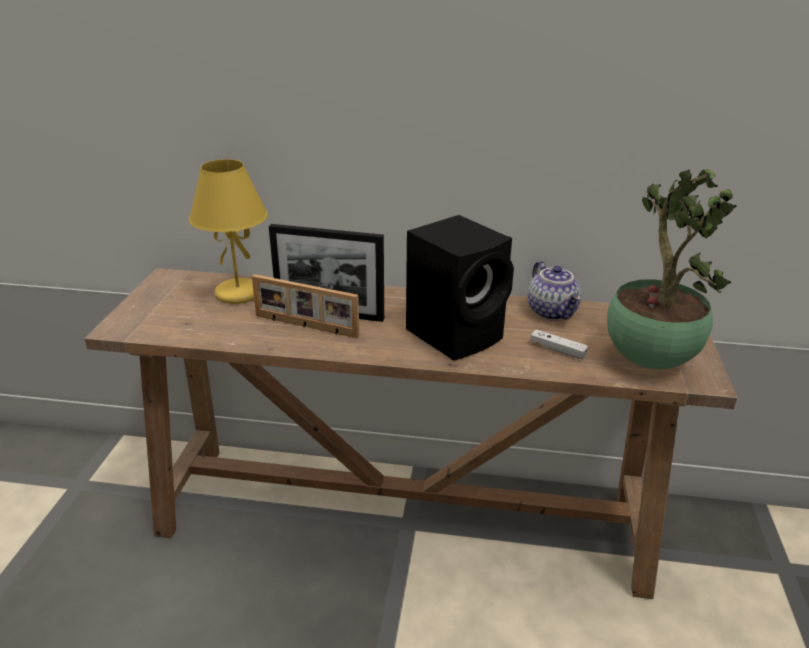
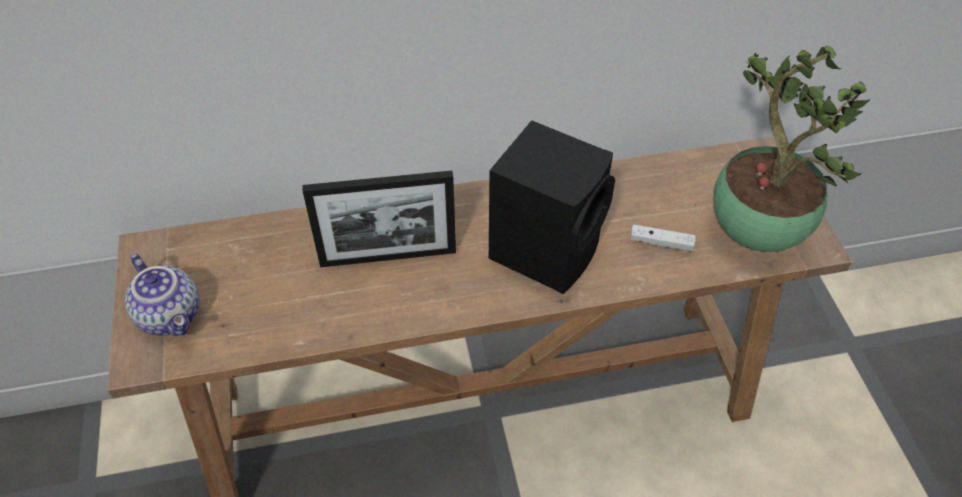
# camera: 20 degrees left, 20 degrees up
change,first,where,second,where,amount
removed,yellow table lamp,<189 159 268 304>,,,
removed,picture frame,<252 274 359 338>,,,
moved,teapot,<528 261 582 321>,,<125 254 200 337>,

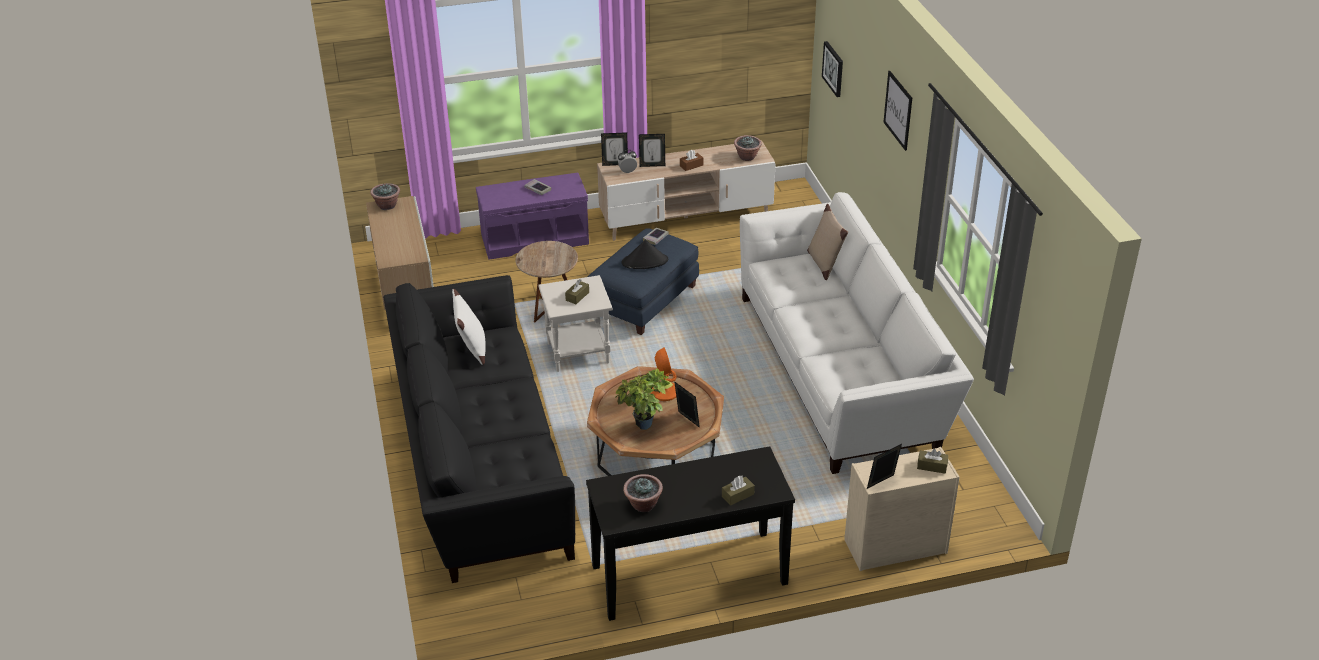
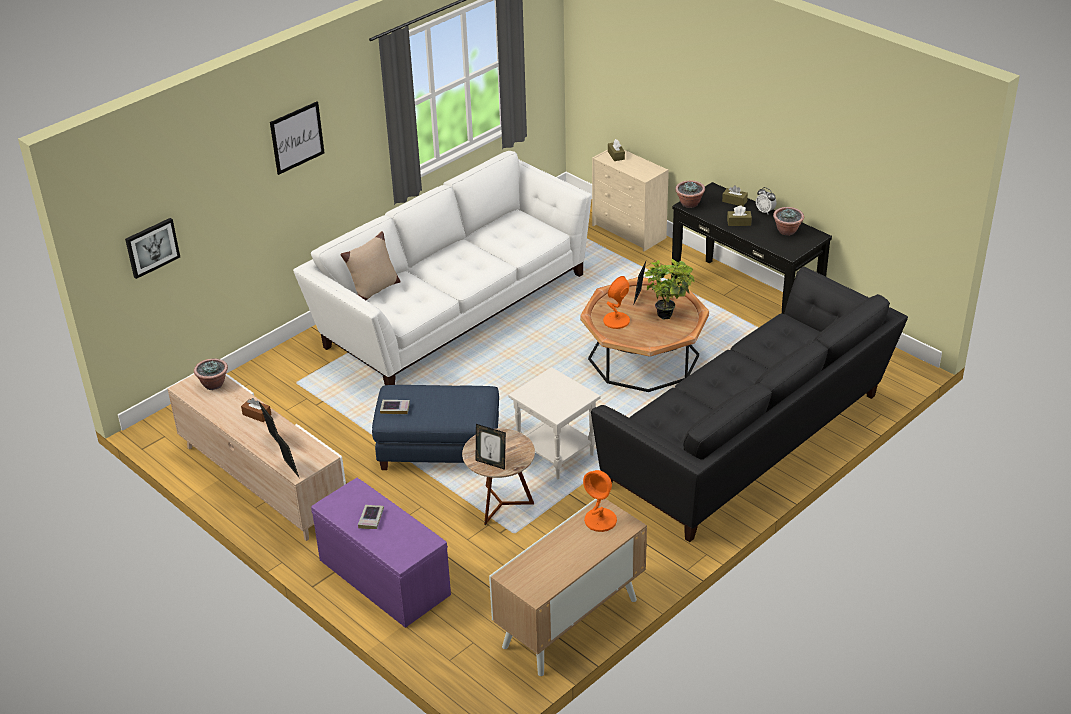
# camera: 120 degrees left, 0 degrees up
change,first,where,second,where,amount
moved,potted plant,<370 183 400 210>,,<675 181 705 208>,
removed,white pillow,<452 289 485 365>,,,
moved,brown tissue box,<565 279 589 304>,,<727 205 752 226>,
moved,alarm clock,<618 150 637 173>,,<756 187 776 214>,
removed,black hat,<622 240 668 269>,,,
moved,picture frame,<867 444 902 489>,,<476 424 506 470>,
added,,,orange table lamp,<583 470 617 532>,

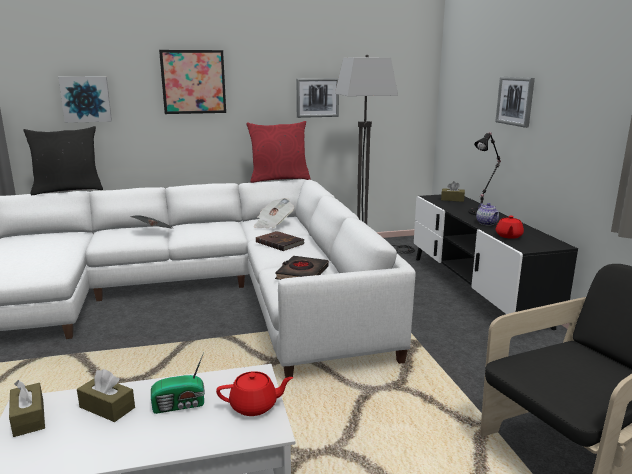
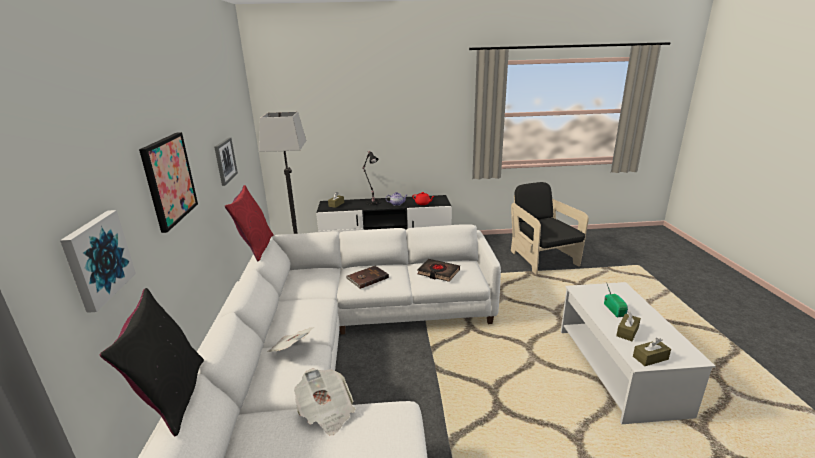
# camera: 80 degrees left, 5 degrees up
change,first,where,second,where,amount
removed,red teapot,<216 371 293 416>,,,
moved,newspaper,<254 198 294 228>,,<294 368 356 435>,
removed,picture,<495 77 535 128>,,,

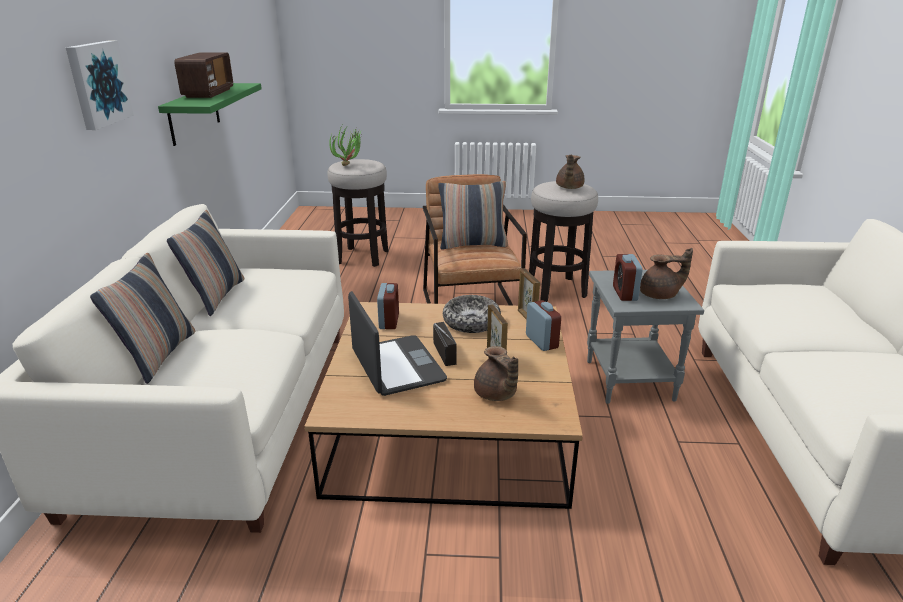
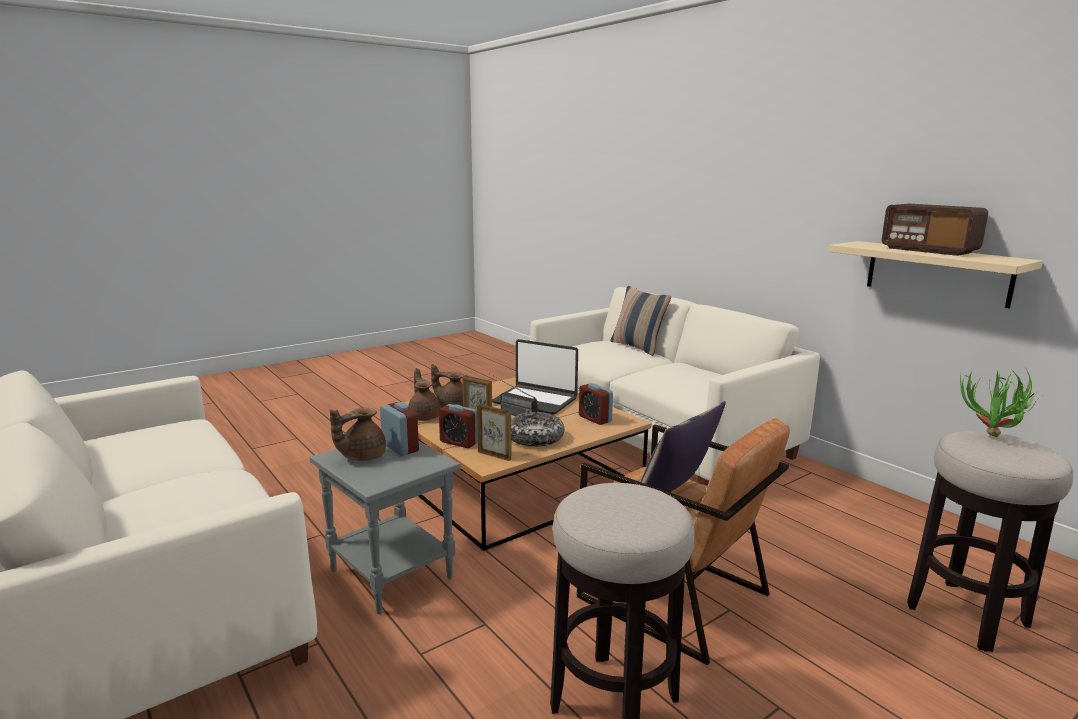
# camera: 140 degrees right, 10 degrees down
change,first,where,second,where,amount
removed,picture,<66 40 134 130>,,,
recoloured,green shelf,<158 83 262 146>,beige shelf,<828 241 1043 309>,
removed,pillow,<167 210 244 316>,,,
moved,brown teapot,<556 155 584 189>,,<408 368 441 421>,

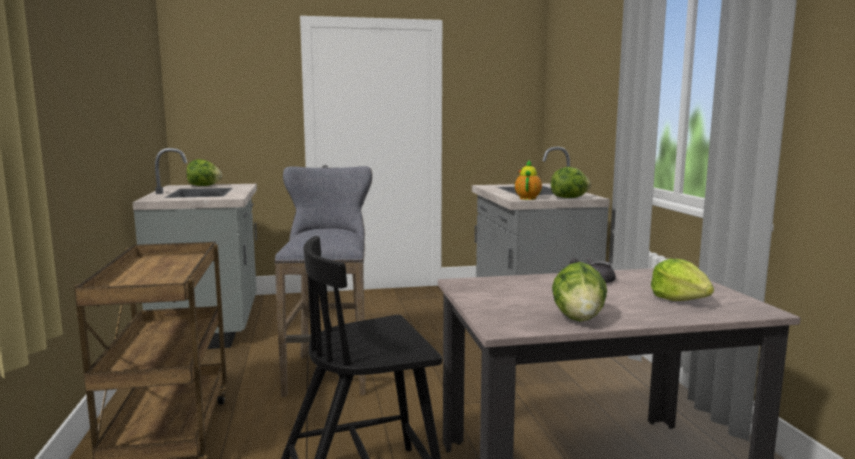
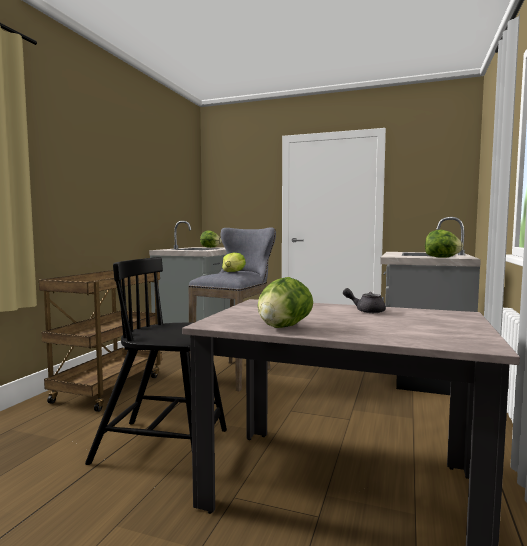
# camera: 30 degrees right, 5 degrees down
change,first,where,second,where,amount
removed,teapot,<515 160 542 200>,,,
moved,lettuce,<651 259 714 301>,,<222 253 246 272>,

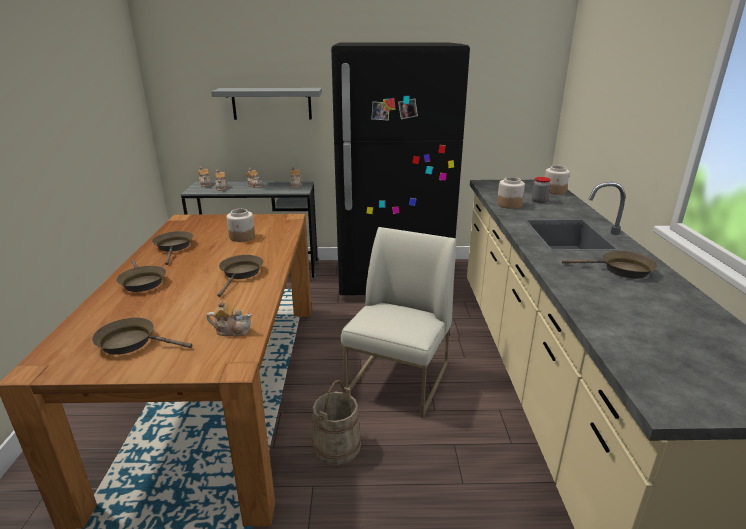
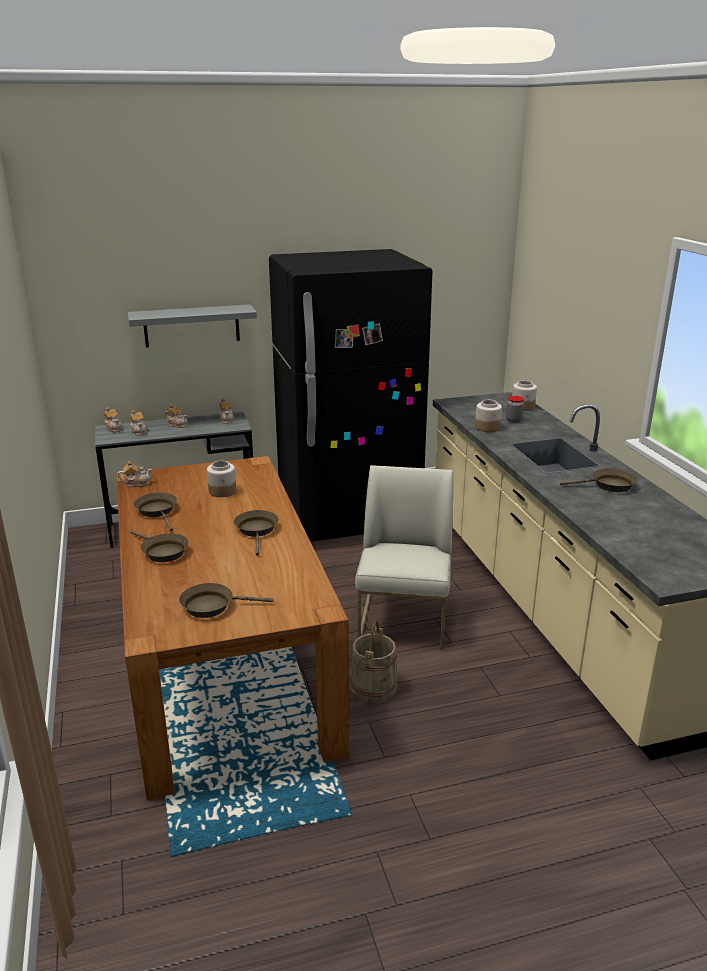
# camera: 15 degrees left, 0 degrees up
change,first,where,second,where,amount
moved,teapot,<207 301 252 336>,,<118 461 152 487>,

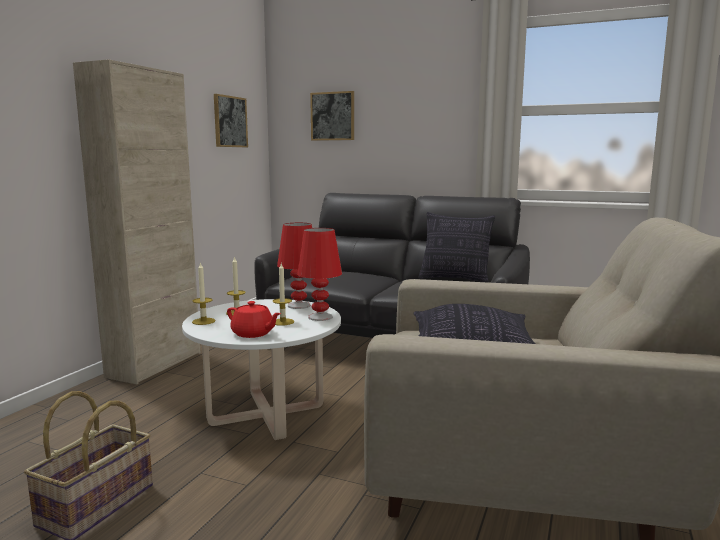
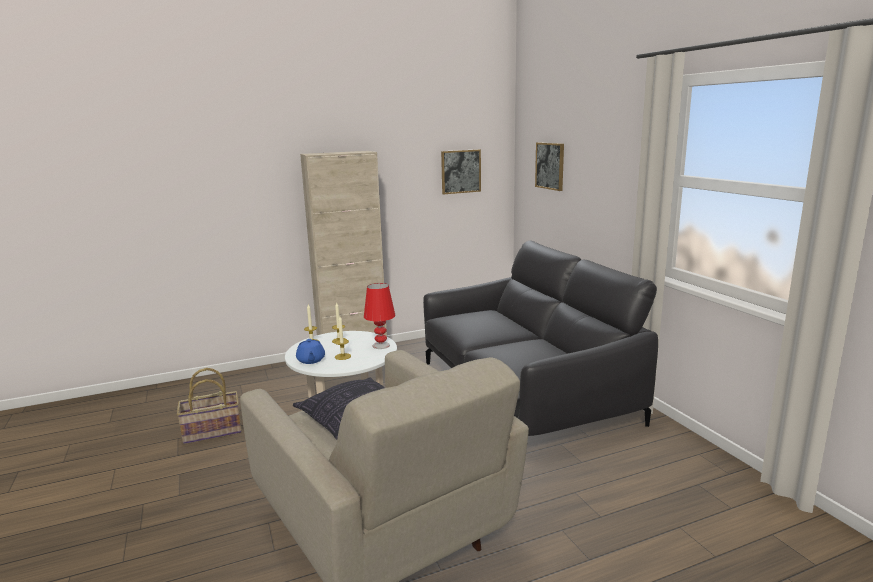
# camera: 45 degrees right, 5 degrees up
change,first,where,second,where,amount
recoloured,red teapot,<227 301 281 338>,blue teapot,<296 339 325 364>,
removed,red table lamp,<297 228 342 321>,,,
removed,pillow,<419 212 495 283>,,,

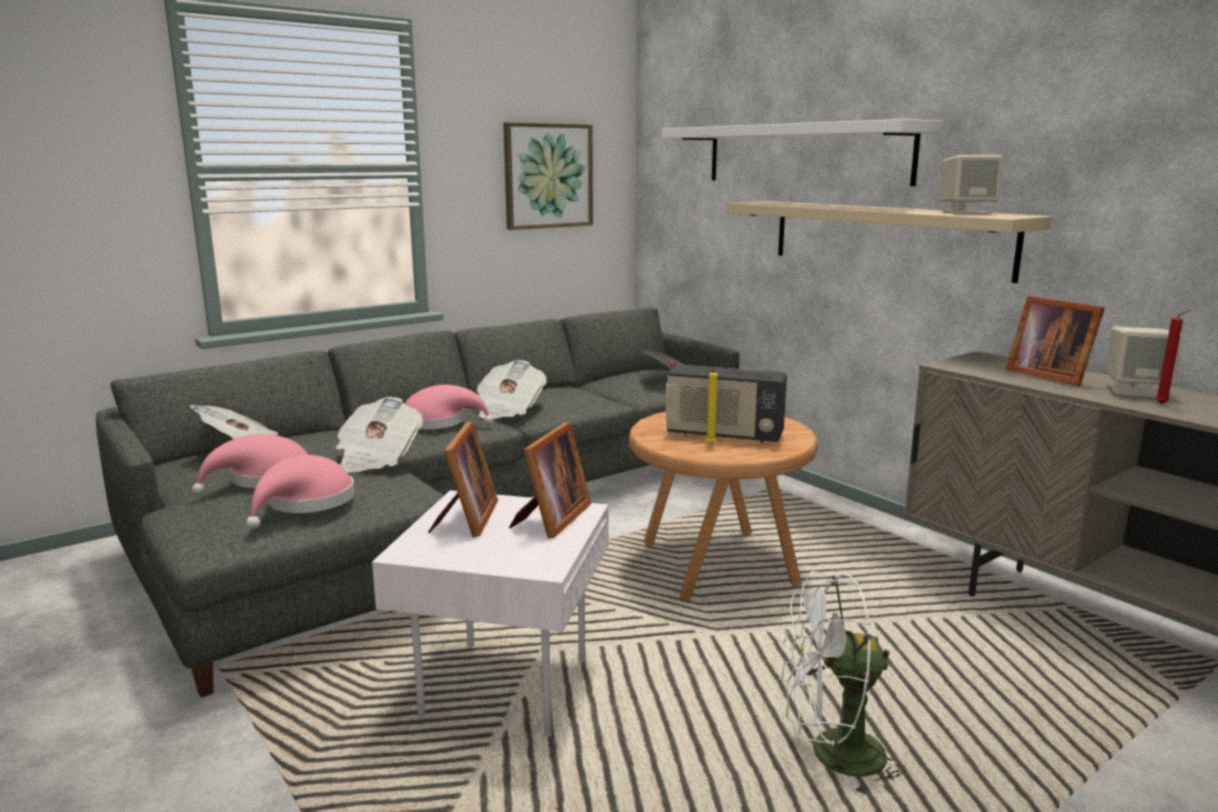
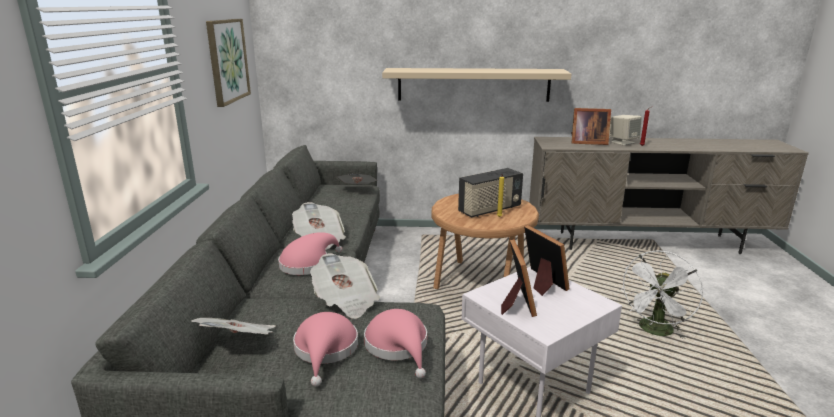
# camera: 50 degrees left, 5 degrees up
change,first,where,second,where,amount
turned,picture frame,<428 421 498 537>,,<501 239 537 317>,45 degrees clockwise
removed,white shelf,<662 119 943 186>,,,
removed,beige speaker,<940 155 1003 214>,,,

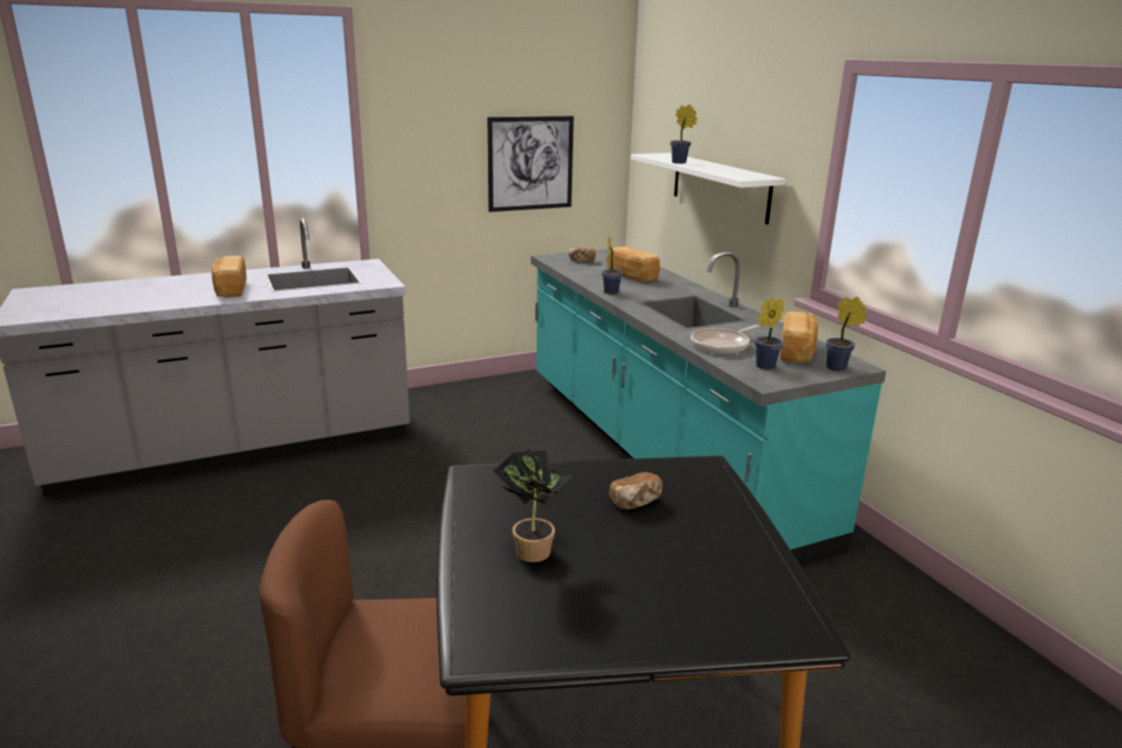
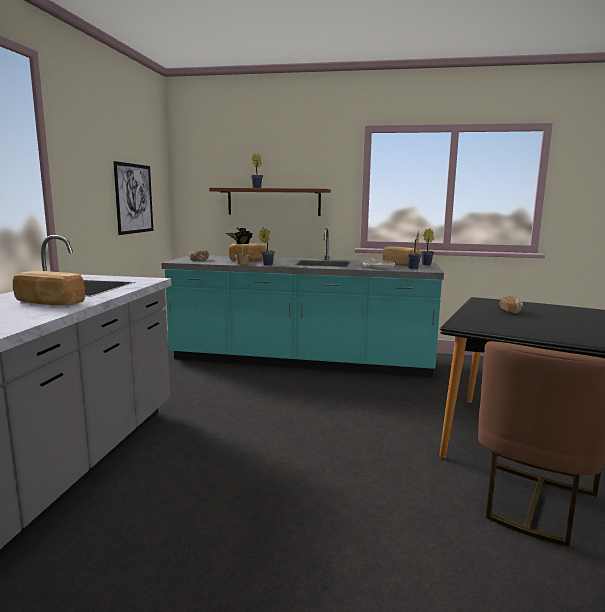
# camera: 55 degrees left, 10 degrees down
change,first,where,second,where,amount
moved,potted plant,<494 449 572 562>,,<226 227 253 265>,
recoloured,white shelf,<631 153 786 225>,brown shelf,<209 188 331 216>,

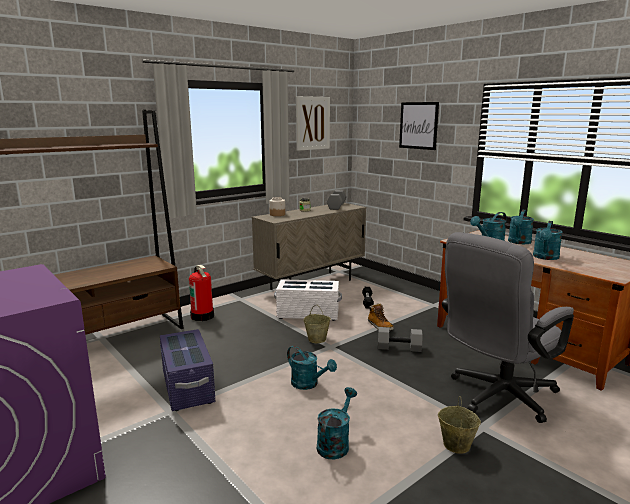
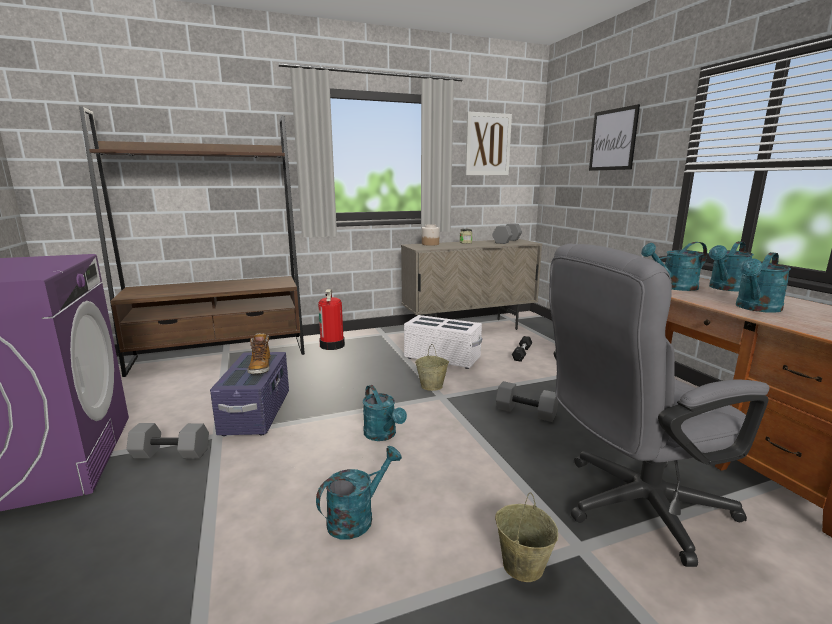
# camera: 20 degrees right, 0 degrees up
change,first,where,second,where,amount
moved,boot,<368 303 394 331>,,<248 333 271 374>,
added,,,grey dumbbell,<126 423 209 459>,

